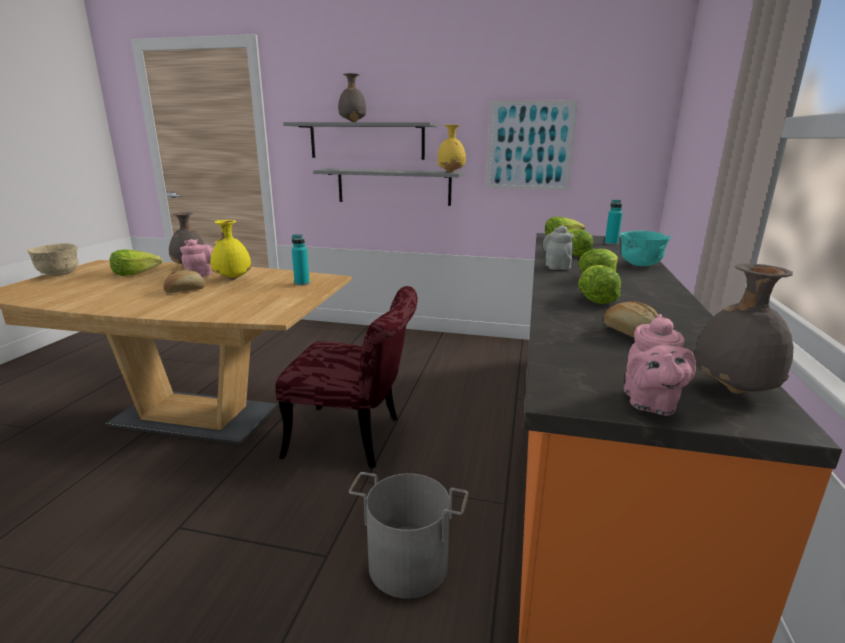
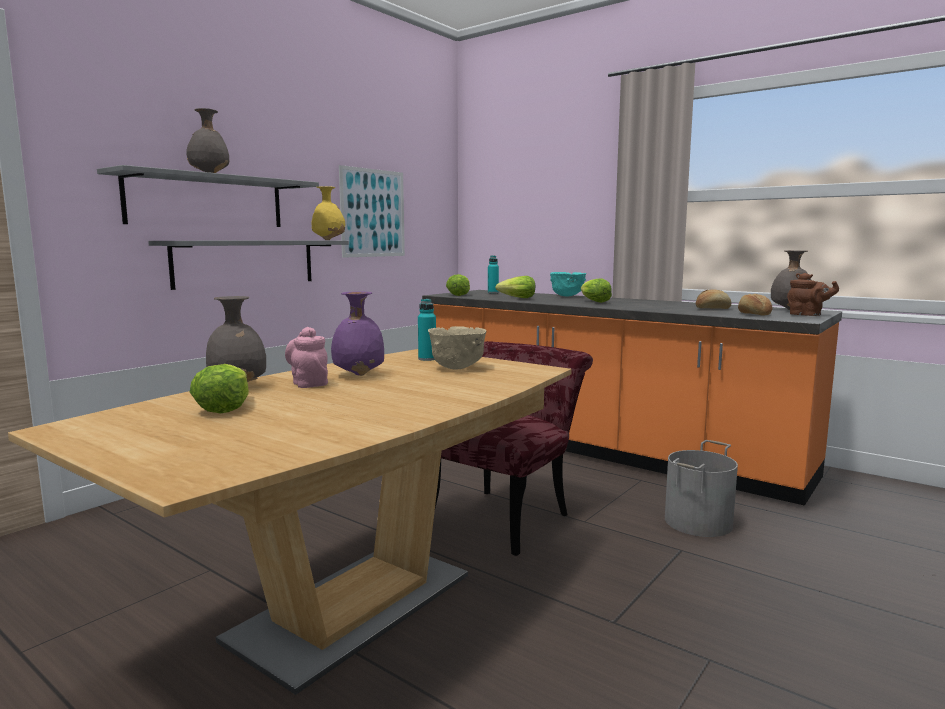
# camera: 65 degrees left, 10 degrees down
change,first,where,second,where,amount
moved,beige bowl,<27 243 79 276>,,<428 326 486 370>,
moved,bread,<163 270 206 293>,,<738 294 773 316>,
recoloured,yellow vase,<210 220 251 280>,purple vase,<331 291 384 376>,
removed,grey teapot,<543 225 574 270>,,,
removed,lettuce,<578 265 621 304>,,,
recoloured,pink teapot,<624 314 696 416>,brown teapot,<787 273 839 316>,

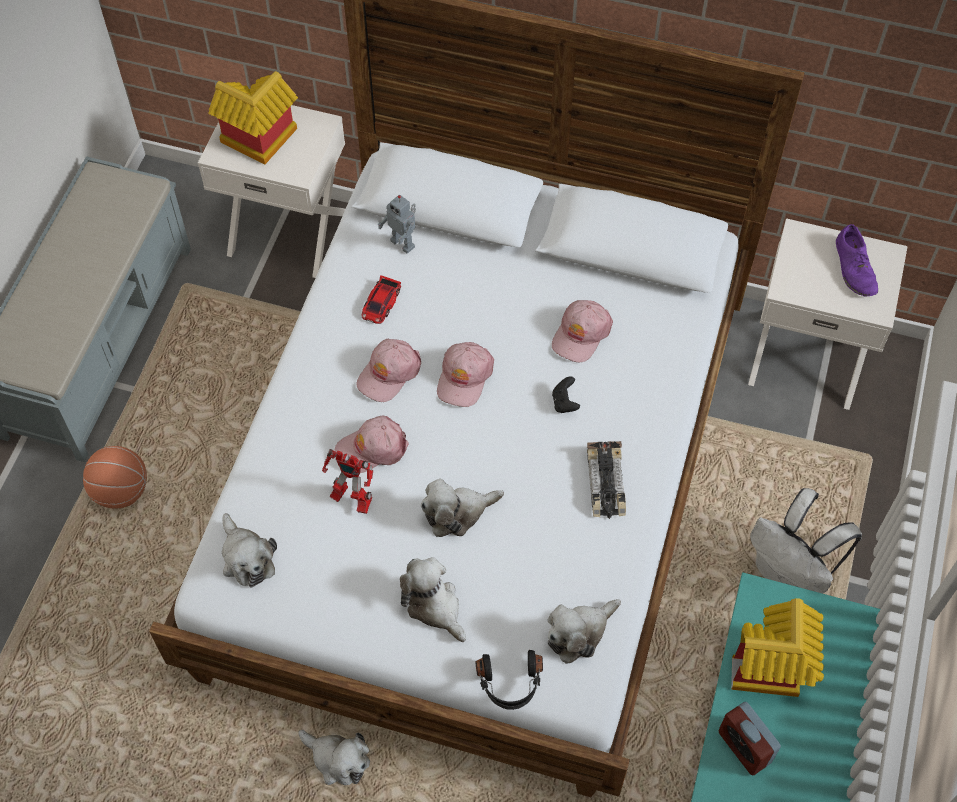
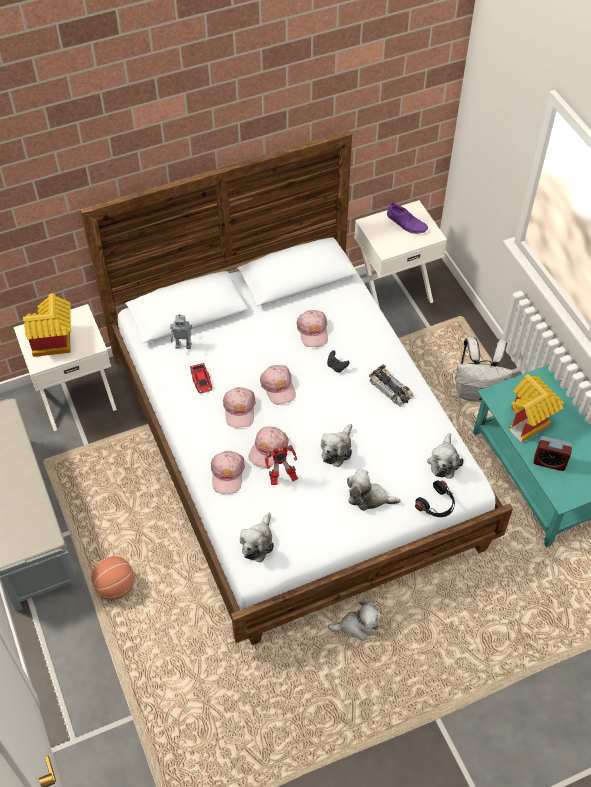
# camera: 40 degrees left, 5 degrees down
change,first,where,second,where,amount
turned,plush toy,<222 513 277 588>,,<240 513 274 562>,90 degrees clockwise
added,,,pink cap,<211 451 245 494>,

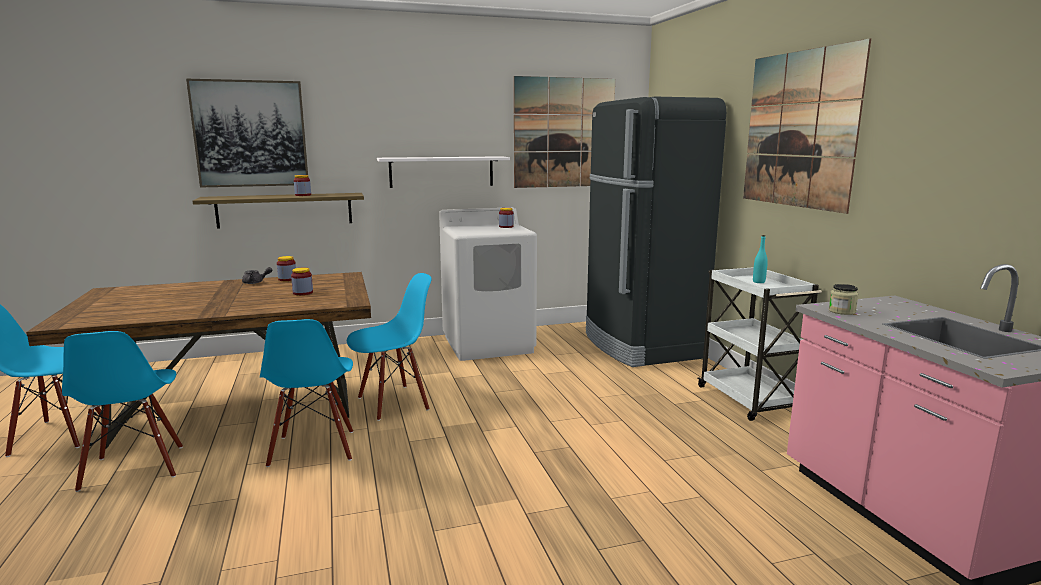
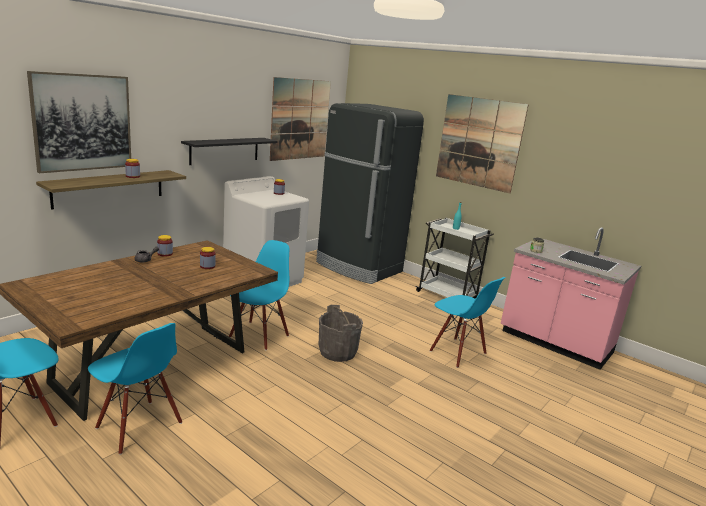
# camera: 35 degrees left, 5 degrees up
change,first,where,second,where,amount
moved,blue chair,<260 319 353 467>,,<430 277 506 368>,
recoloured,white shelf,<377 156 510 188>,black shelf,<181 138 278 165>,
added,,,grey bucket,<319 305 363 362>,

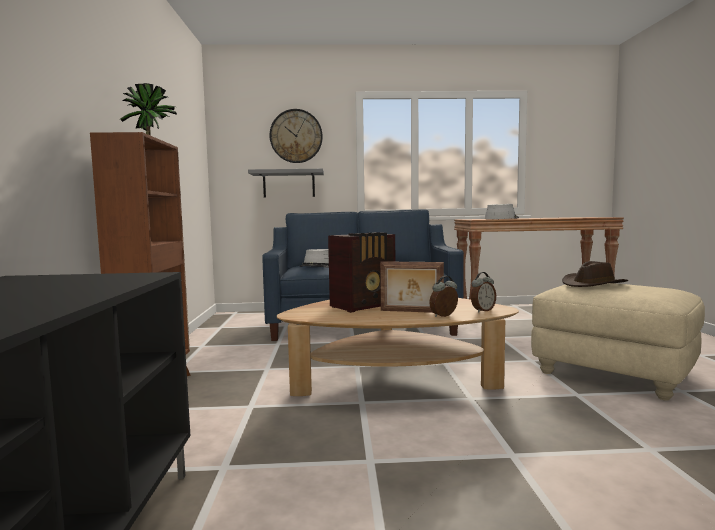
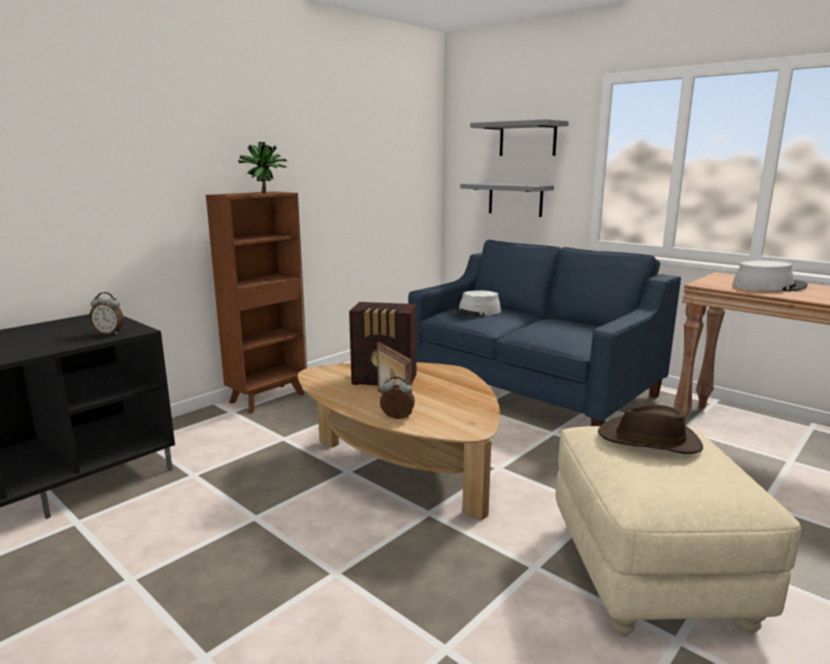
# camera: 45 degrees right, 10 degrees up
change,first,where,second,where,amount
replaced,wall clock,<269 109 323 163>,grey shelf,<470 119 569 156>,
moved,alarm clock,<471 272 496 313>,,<89 292 124 335>,

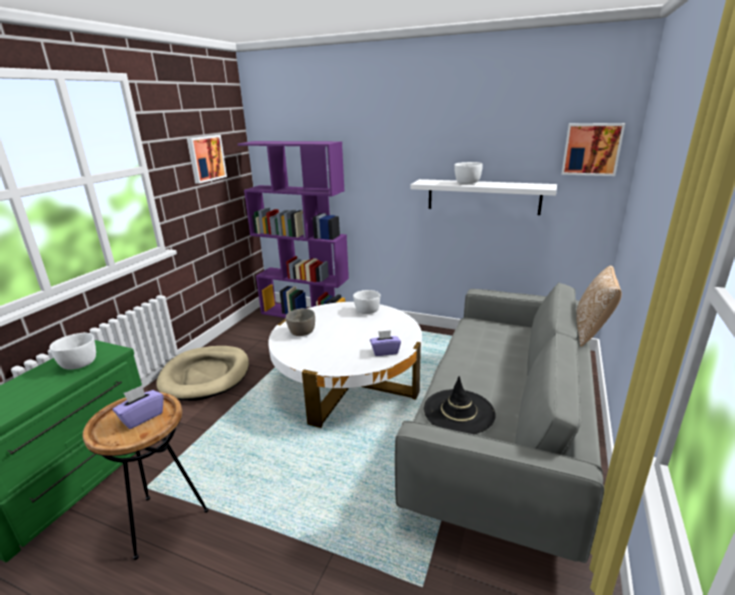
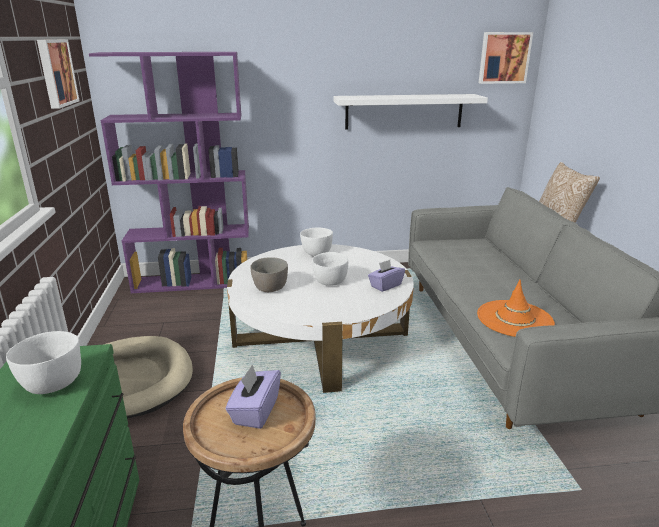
# camera: 30 degrees left, 0 degrees up
change,first,where,second,where,amount
recoloured,black hat,<424 376 496 434>,orange hat,<477 280 555 337>,
moved,white bowl,<454 162 483 184>,,<312 252 348 286>,

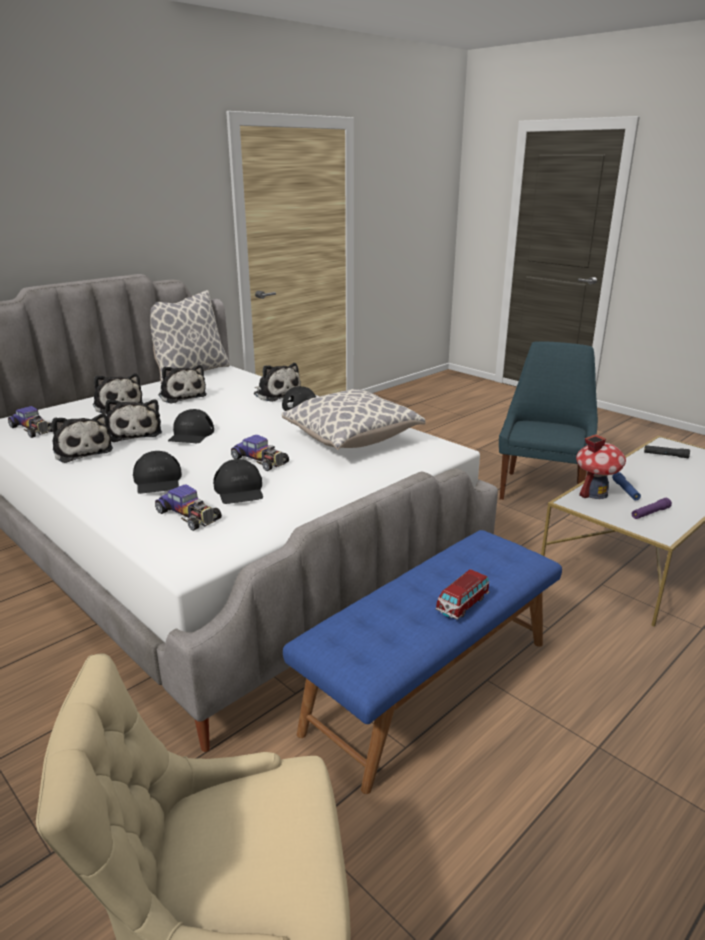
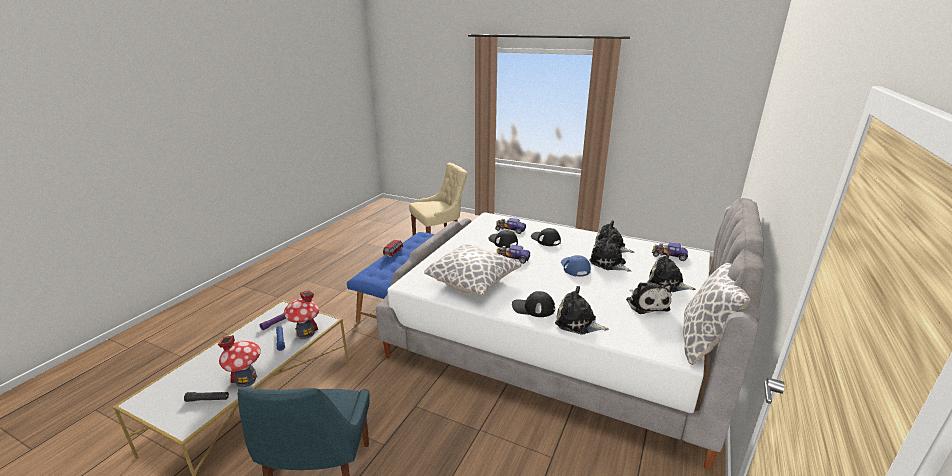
# camera: 160 degrees right, 0 degrees up
change,first,where,second,where,amount
turned,plush toy,<158 365 207 404>,,<626 282 672 314>,135 degrees counterclockwise
recoloured,black cap,<168 409 214 443>,blue cap,<561 255 591 277>,
added,,,toy house,<218 335 261 387>,

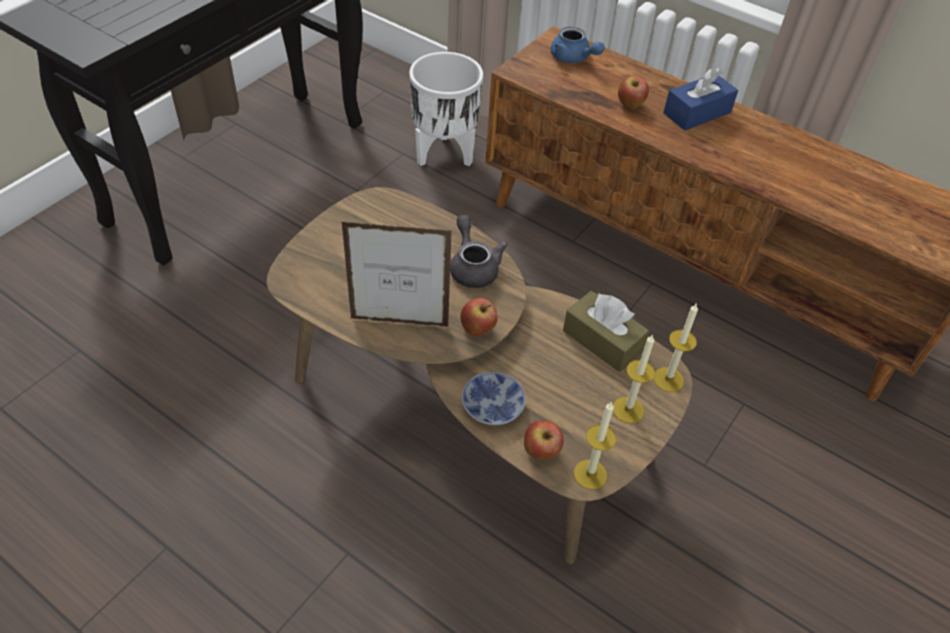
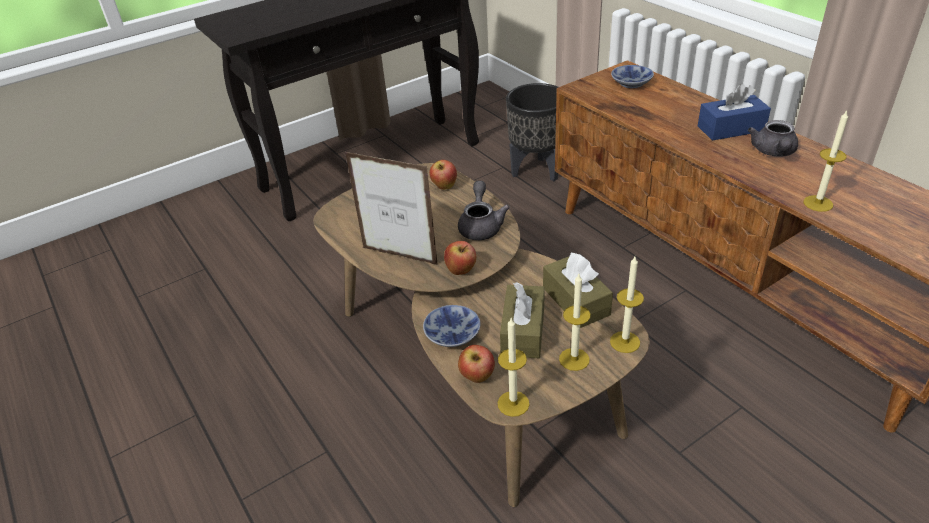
# camera: 25 degrees right, 10 degrees down
change,first,where,second,where,amount
recoloured,white planter,<409 52 483 166>,black planter,<506 83 558 181>,
replaced,blue teapot,<550 27 605 63>,bowl,<611 65 654 88>,
moved,apple,<618 75 649 109>,,<429 160 457 190>,
added,,,brown tissue box,<500 282 545 358>,
added,,,grey teapot,<748 120 798 157>,
added,,,candle,<803 110 848 212>,

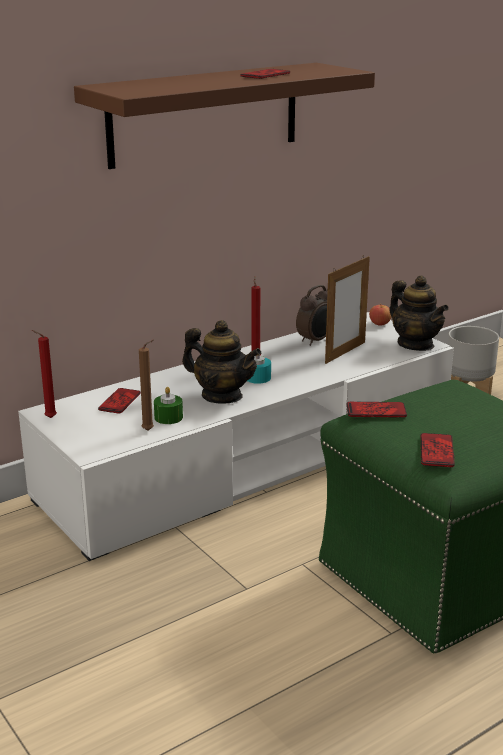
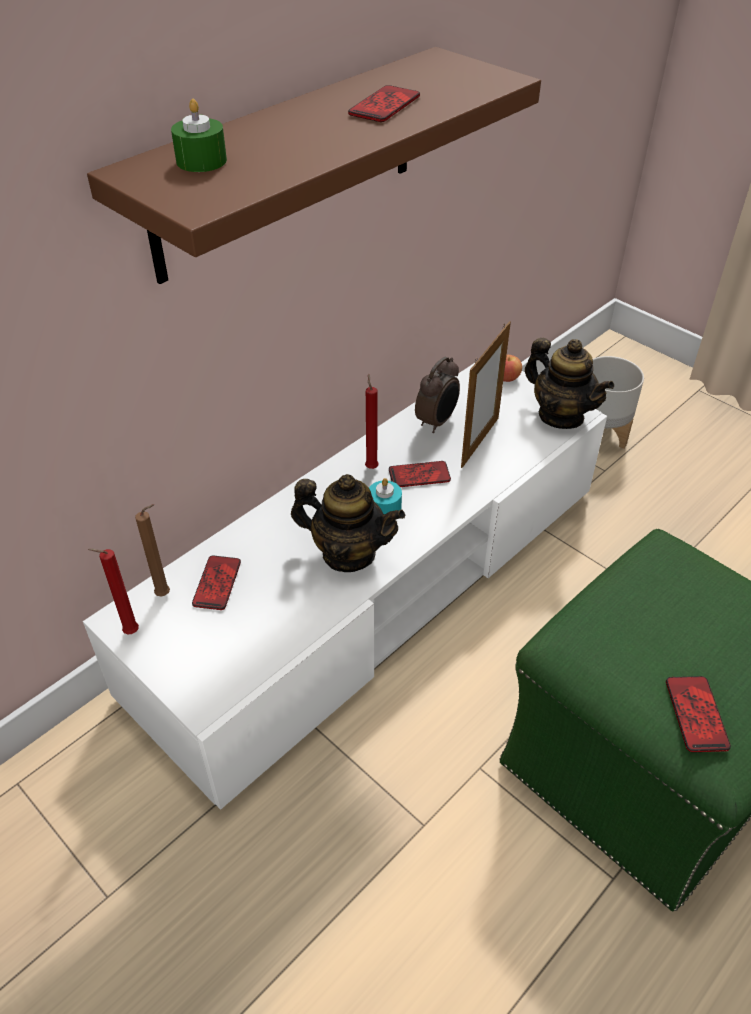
# camera: 10 degrees left, 20 degrees up
change,first,where,second,where,amount
moved,brown candle,<139 340 154 431>,,<135 504 170 597>,
moved,green candle,<154 387 183 424>,,<171 99 227 172>,
moved,phone,<347 402 407 418>,,<389 461 451 487>,

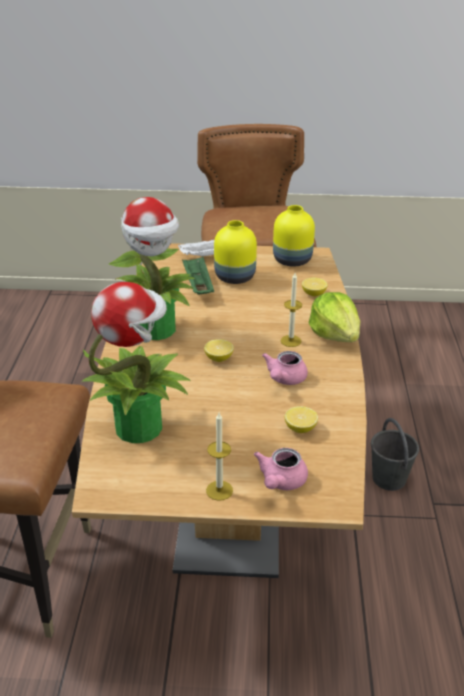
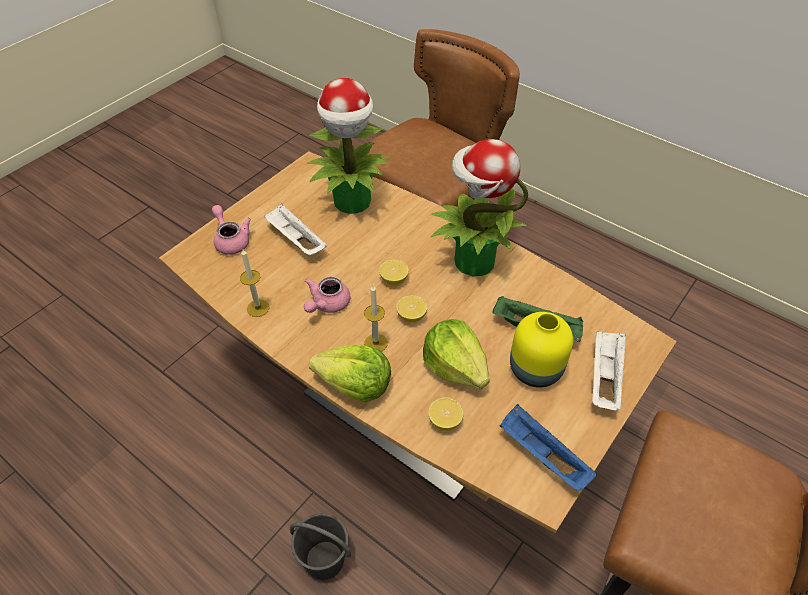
# camera: 125 degrees right, 15 degrees up
change,first,where,second,where,amount
moved,candle,<206 413 233 501>,,<240 249 270 317>,
turned,pink teapot,<262 351 308 385>,,<304 277 350 313>,120 degrees counterclockwise
replaced,yellow vase,<273 205 315 267>,blue tray,<500 404 597 491>,
moved,lemon,<284 406 318 433>,,<396 295 427 322>,
added,,,white tray,<264 204 327 255>,
added,,,lettuce,<423 319 490 389>,

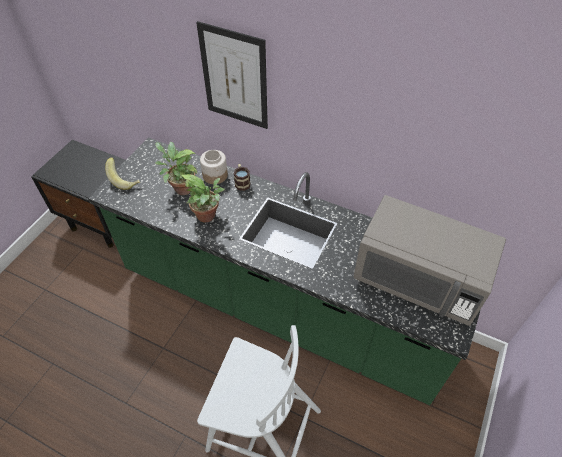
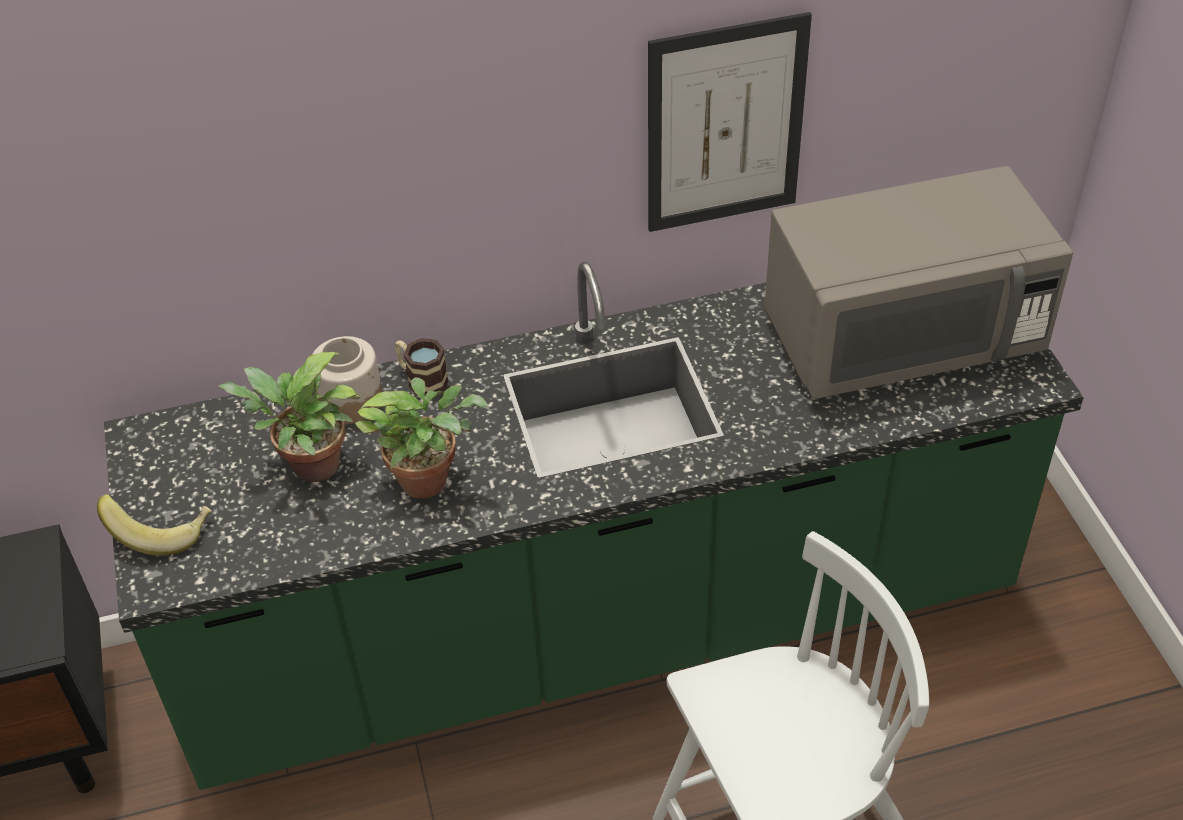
# camera: 40 degrees left, 5 degrees down
change,first,where,second,where,amount
moved,picture,<196 21 268 129>,,<648 12 812 232>,

